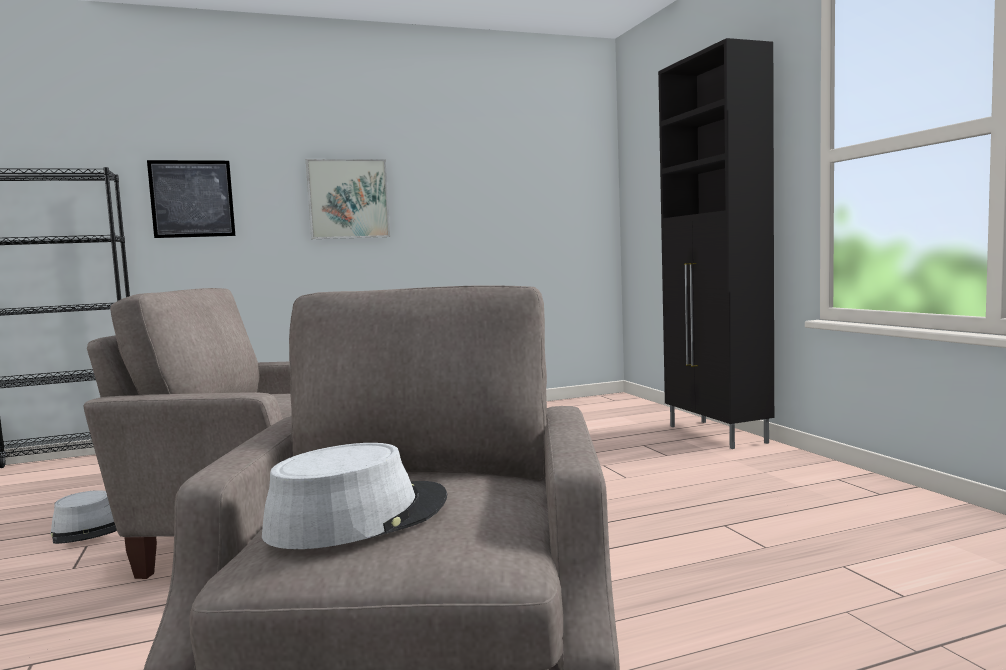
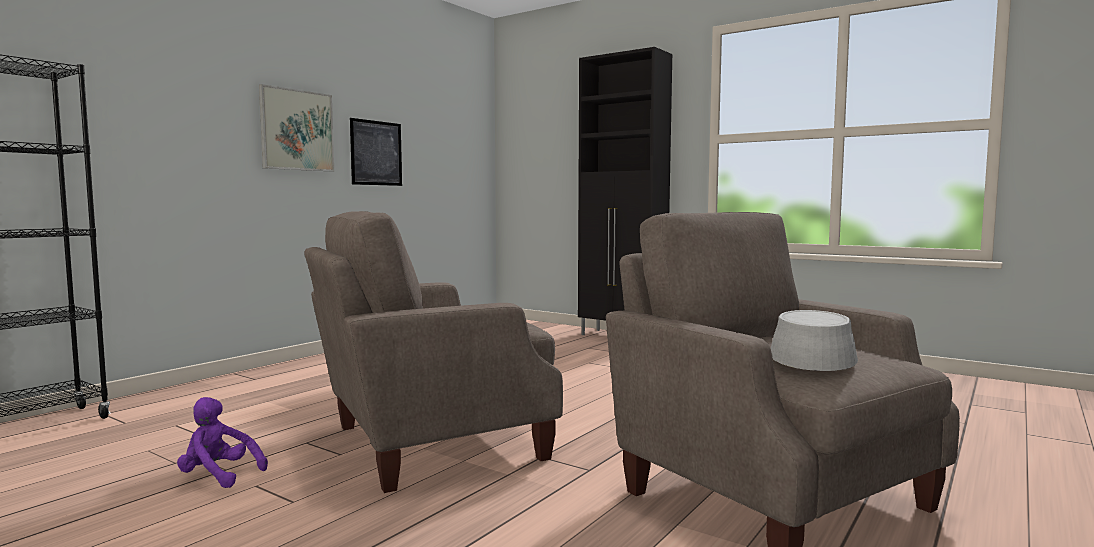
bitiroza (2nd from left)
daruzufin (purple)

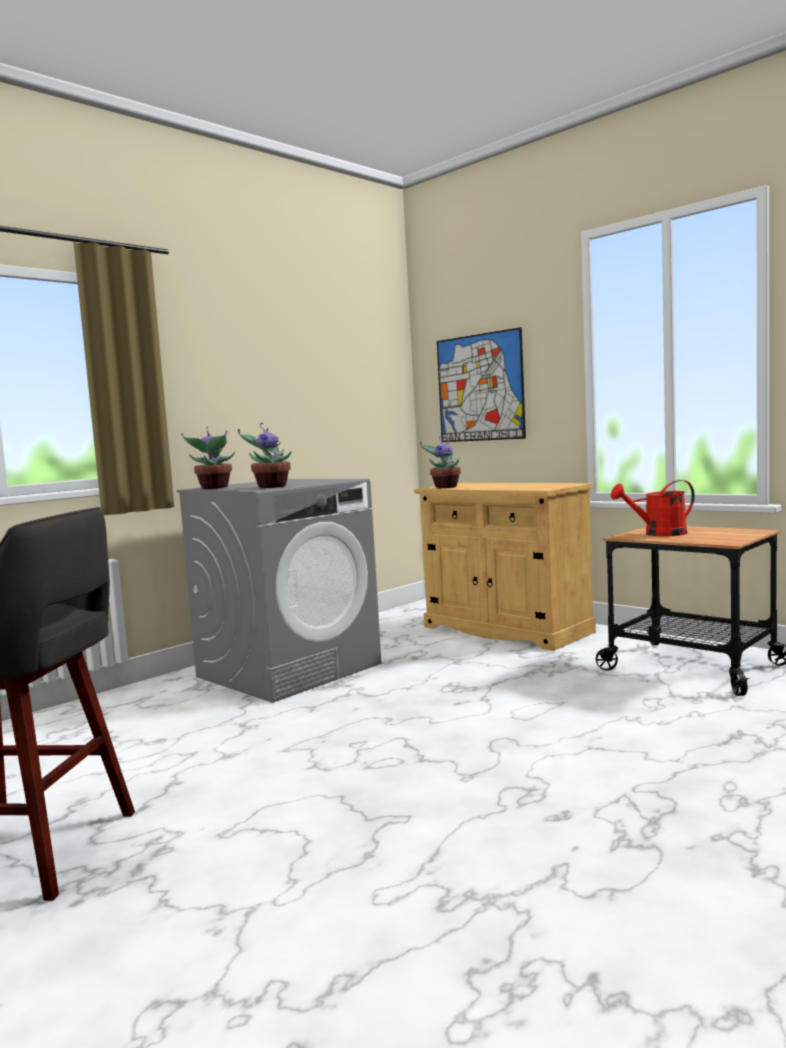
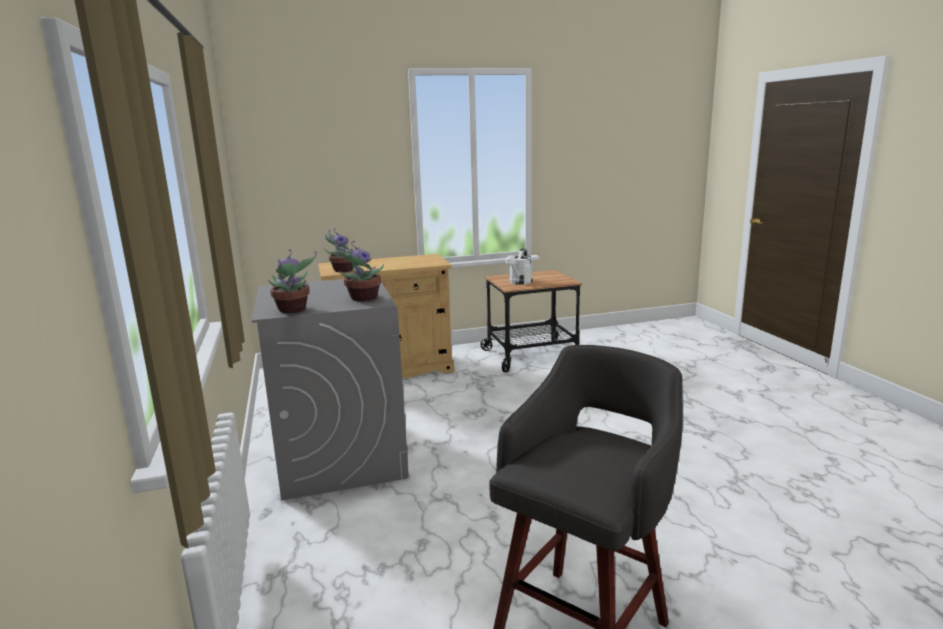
bitiroza
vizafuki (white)

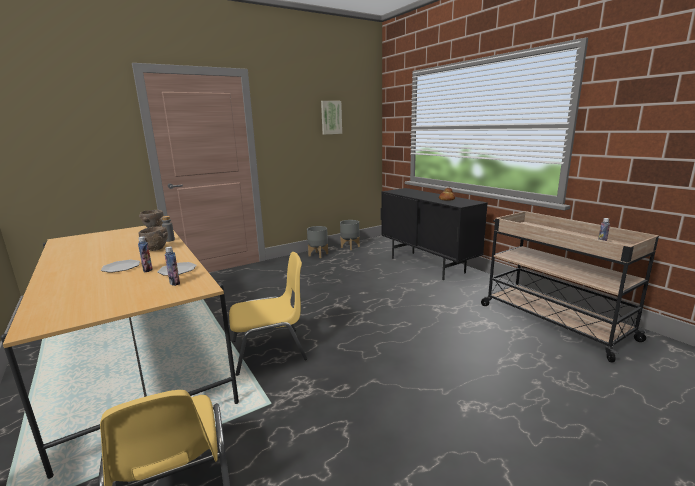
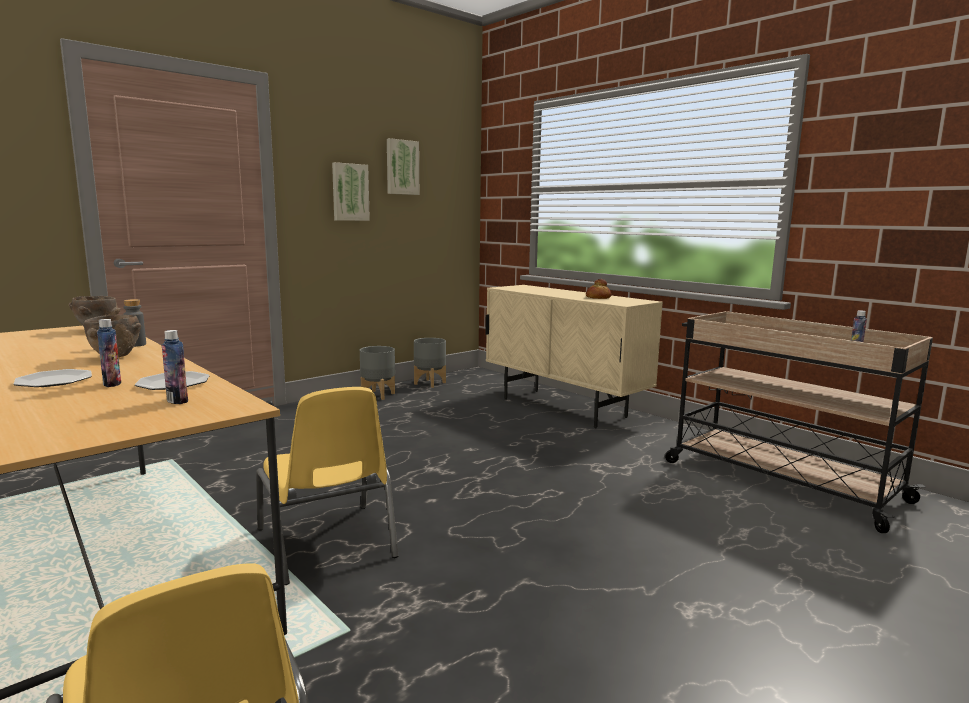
bitiroza (1st from left)
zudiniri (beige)
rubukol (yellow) (2nd from left)

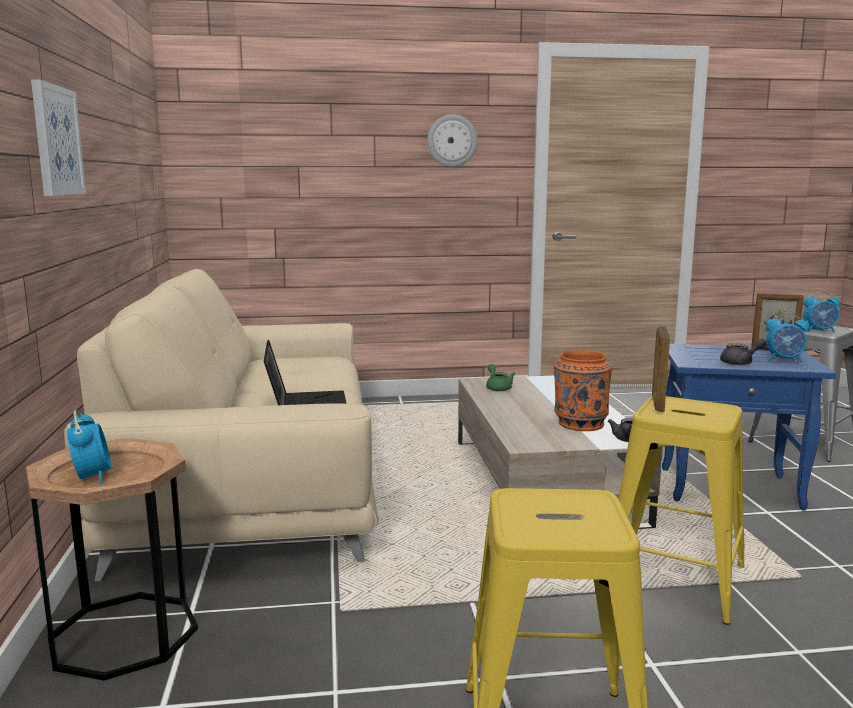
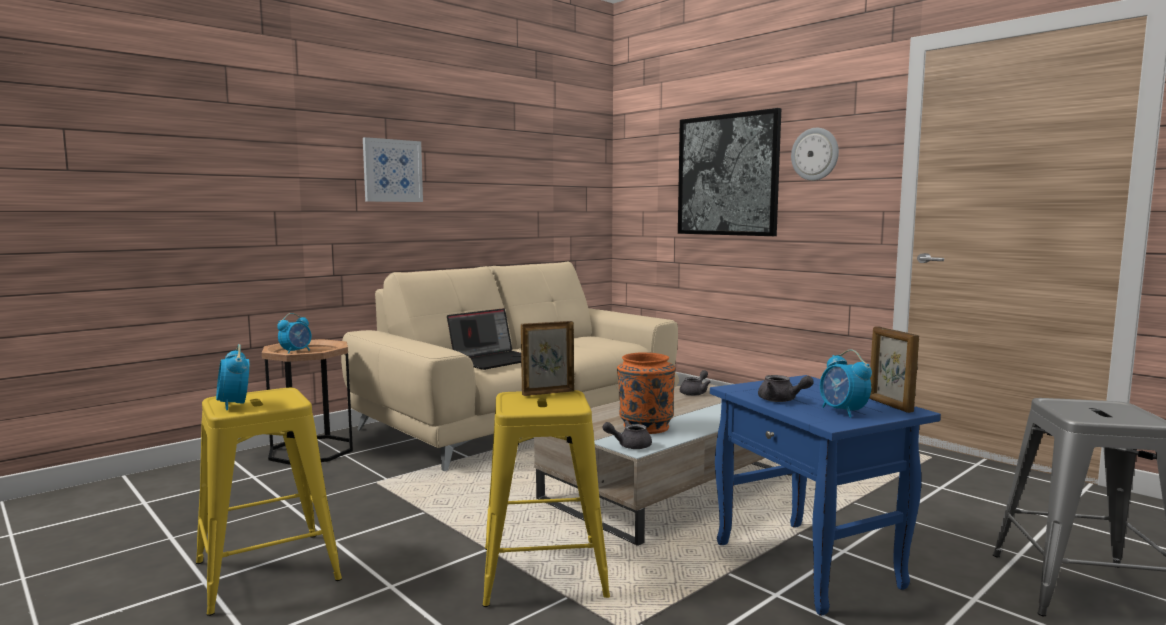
bitiroza (2nd from left)
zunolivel (1st from left)
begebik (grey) (2nd from left)

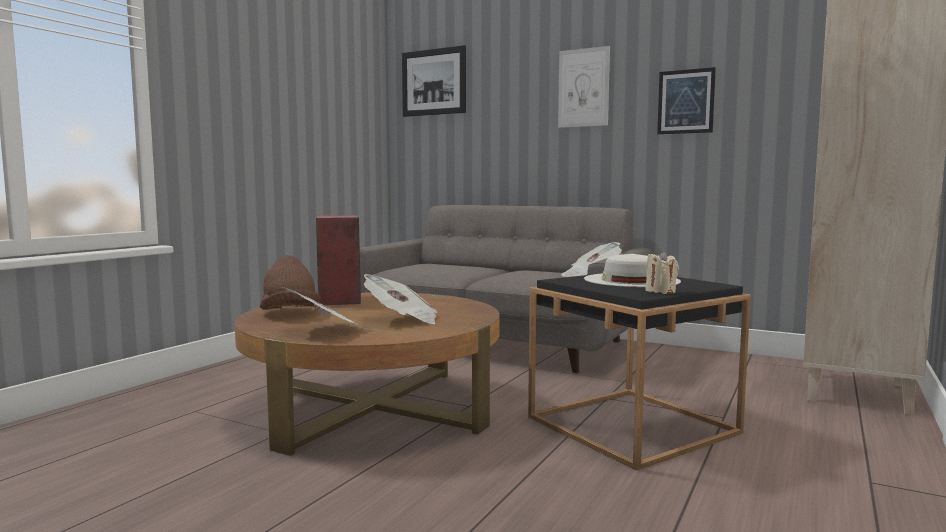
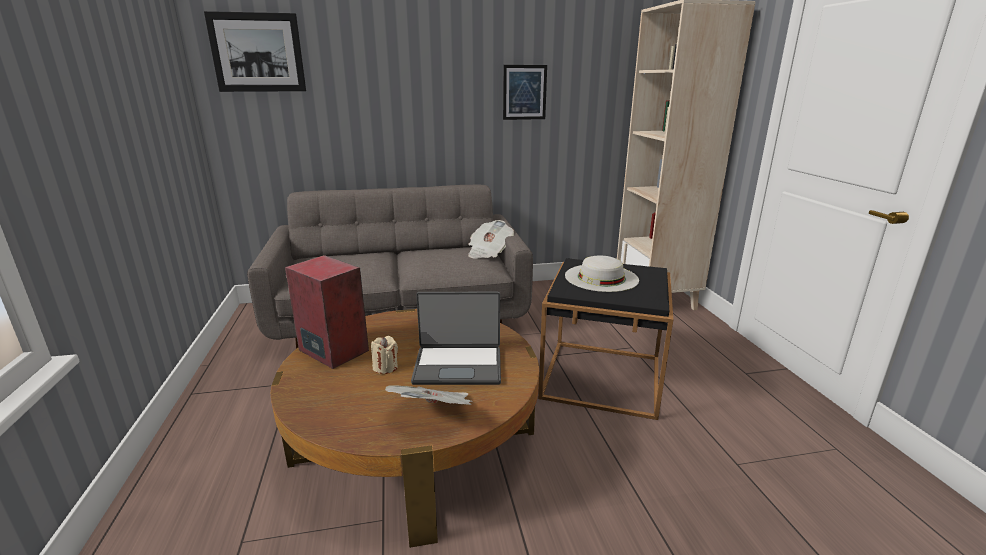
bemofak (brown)
bitiroza (2nd from left in the first image)
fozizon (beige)
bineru

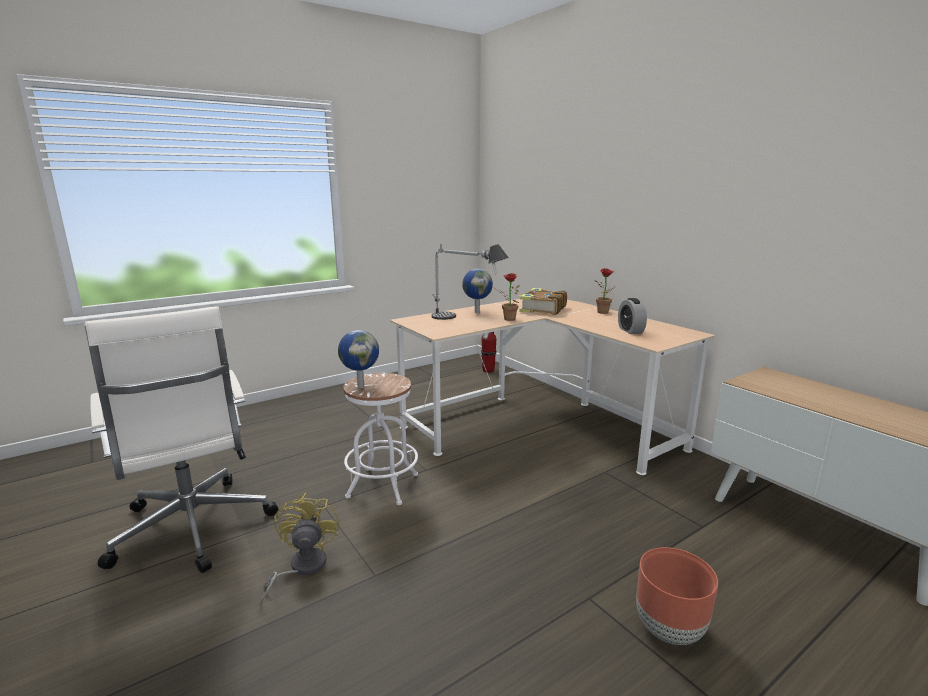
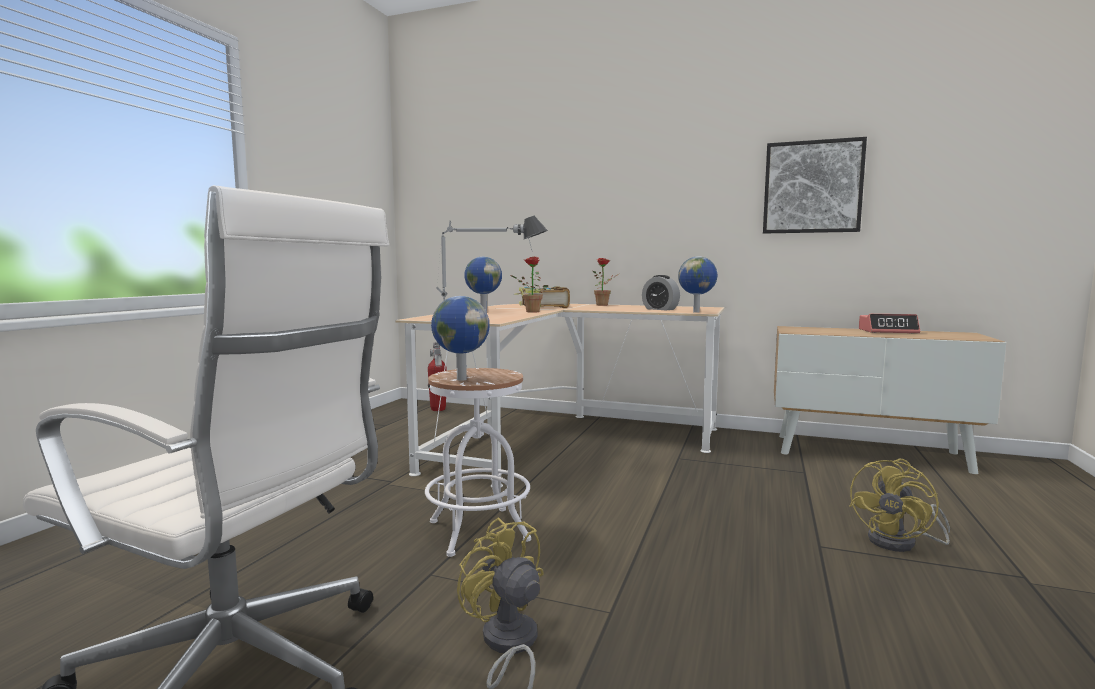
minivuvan (3rd from left)
bitiroza
zunolivel (2nd from left)
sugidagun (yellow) (2nd from left)

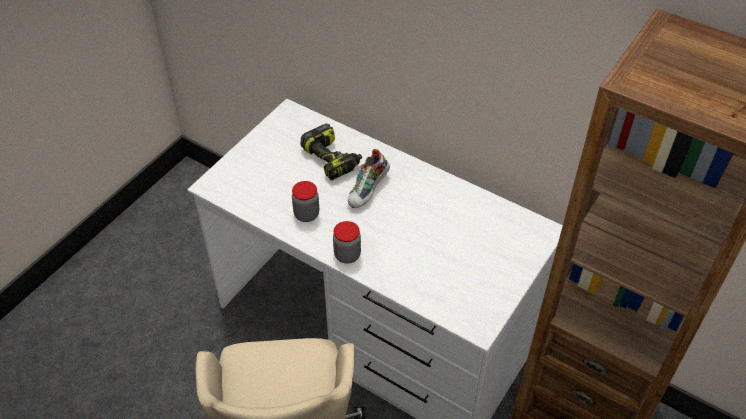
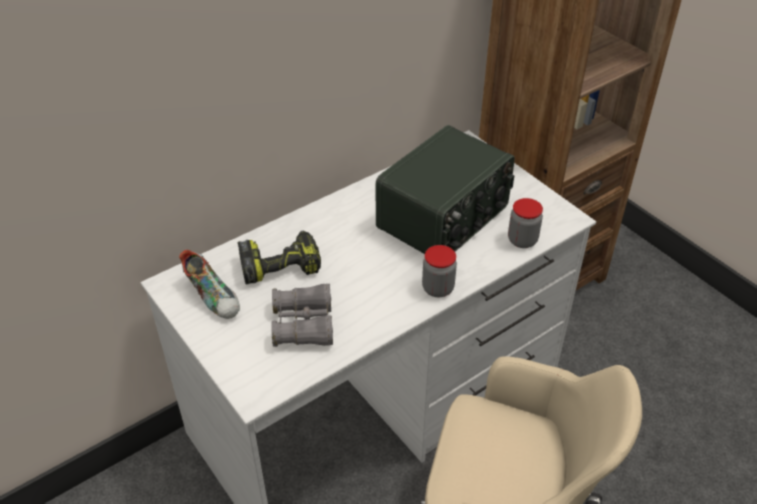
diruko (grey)
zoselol
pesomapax (2nd from left)
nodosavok

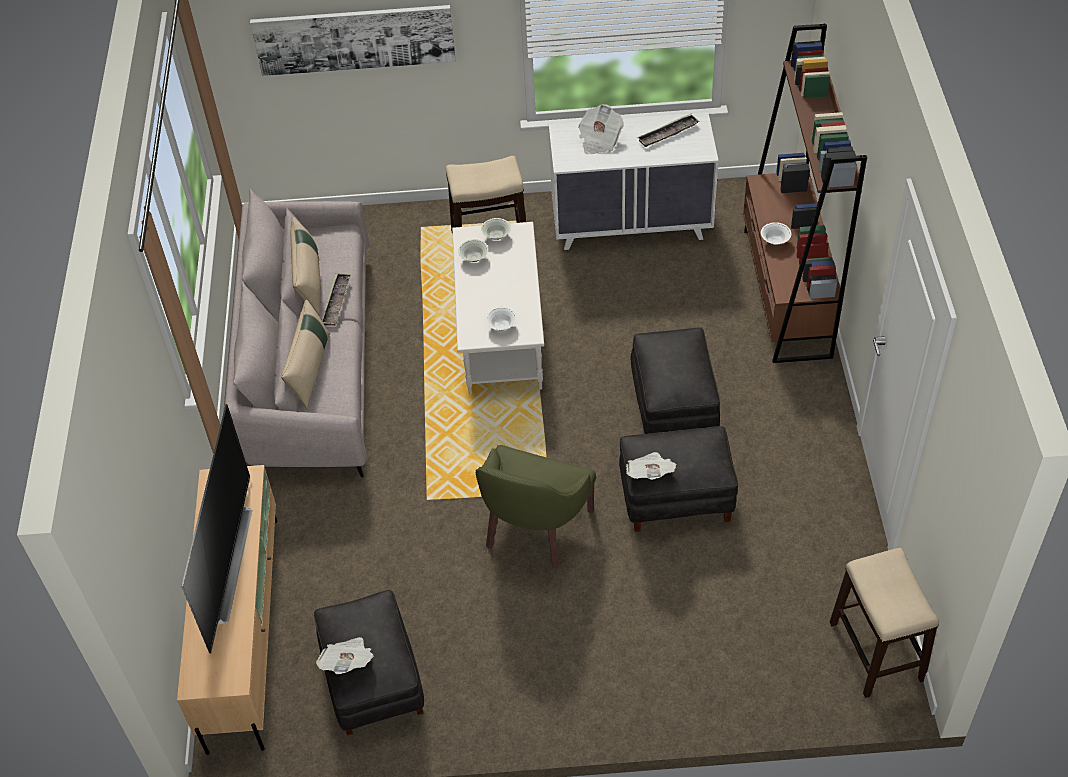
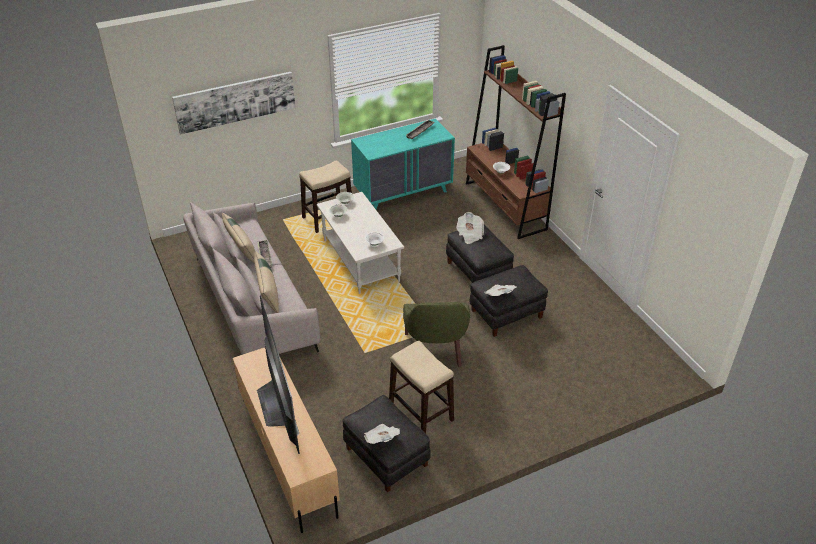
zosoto (2nd from left)
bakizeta (2nd from left)
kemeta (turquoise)

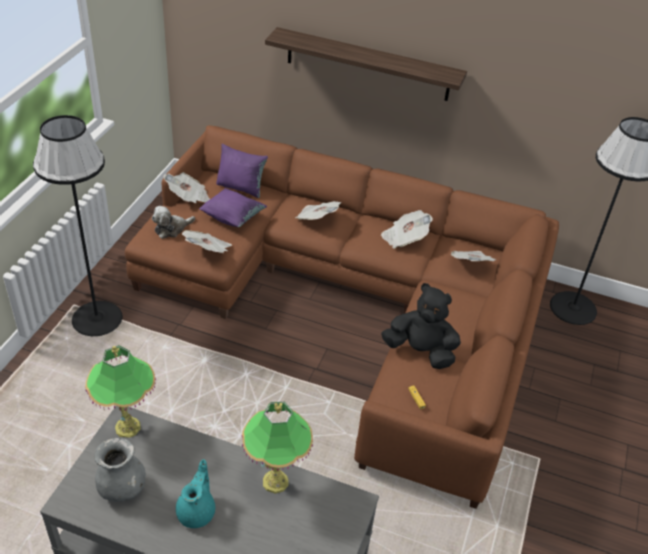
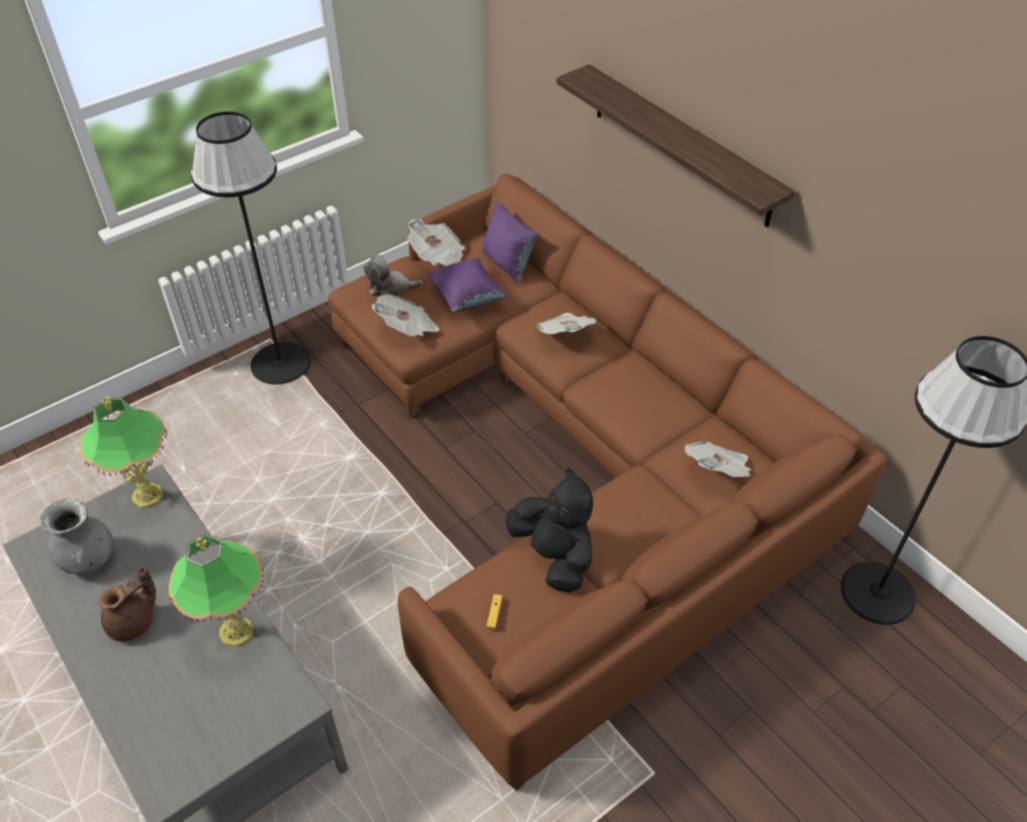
zosoto (4th from left in the first image)
begebik (brown)

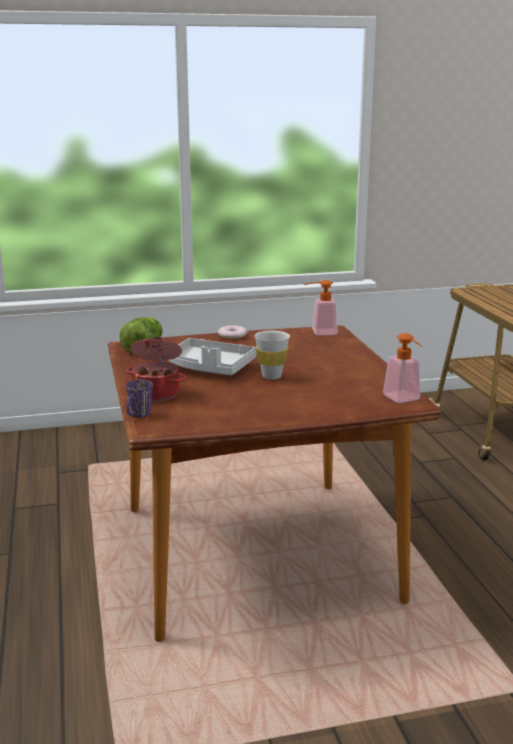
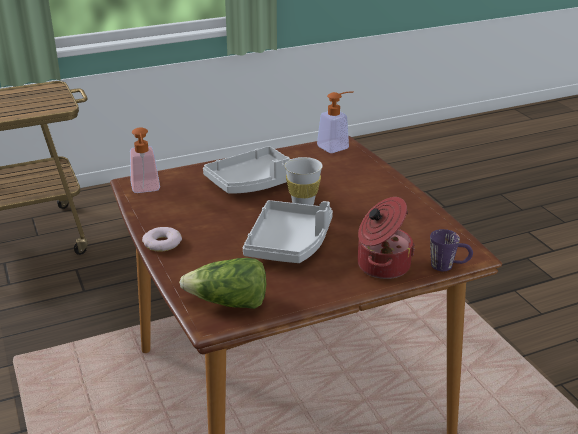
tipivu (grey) (1st from left)

